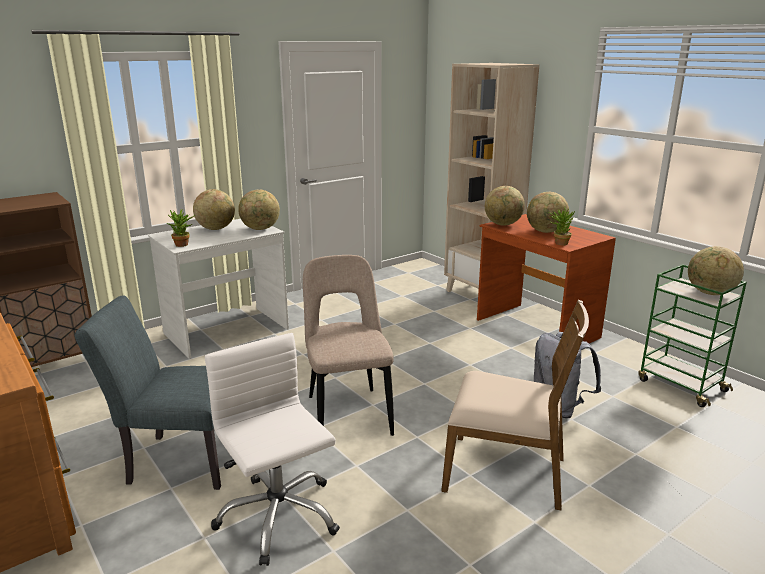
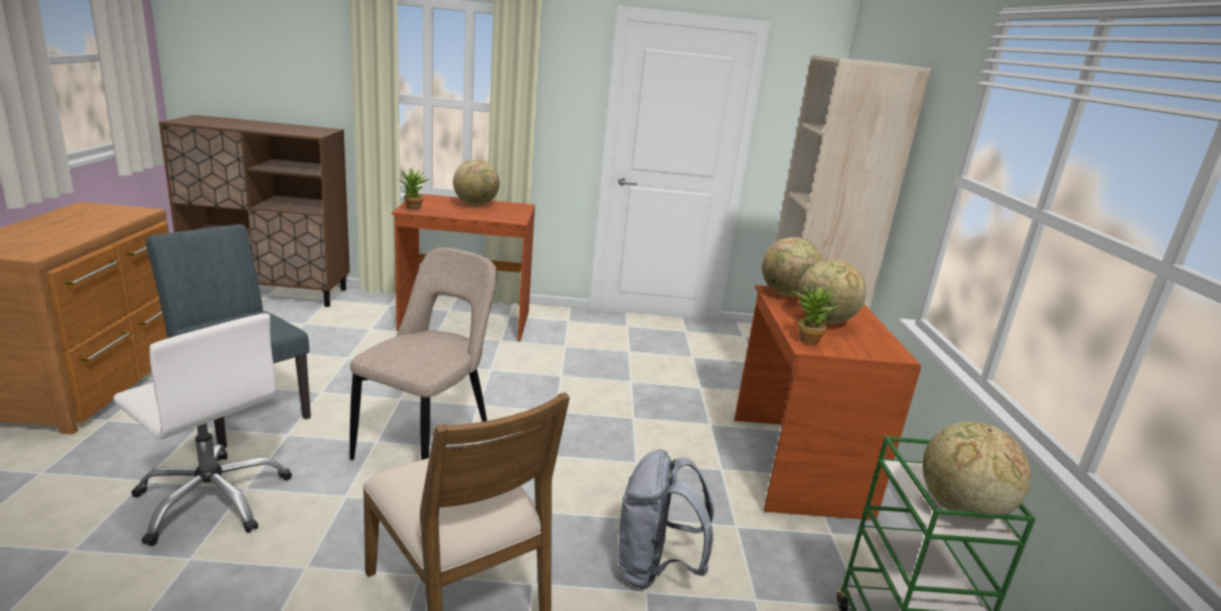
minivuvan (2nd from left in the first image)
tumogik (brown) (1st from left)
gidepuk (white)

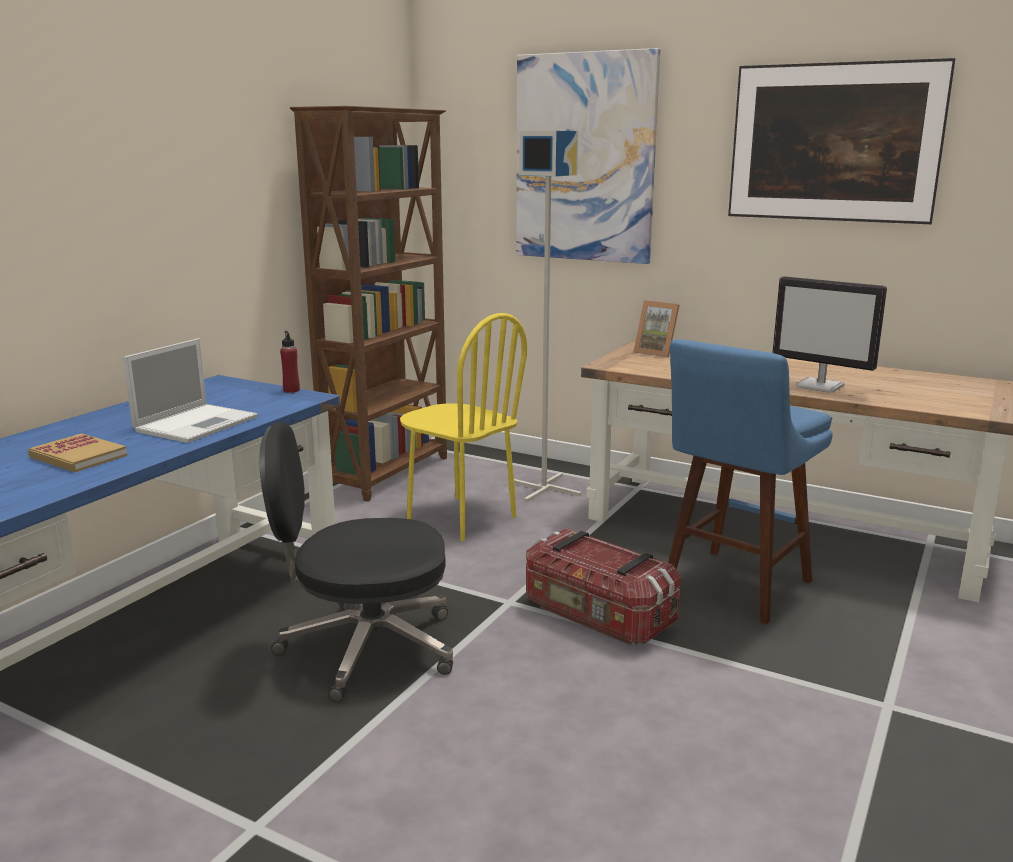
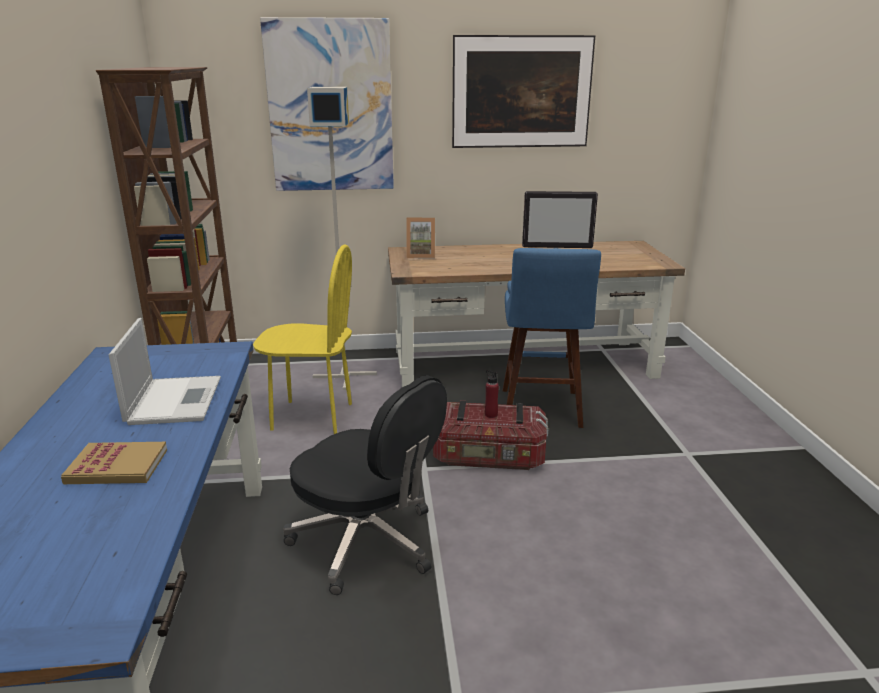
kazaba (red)
gidepuk (black)

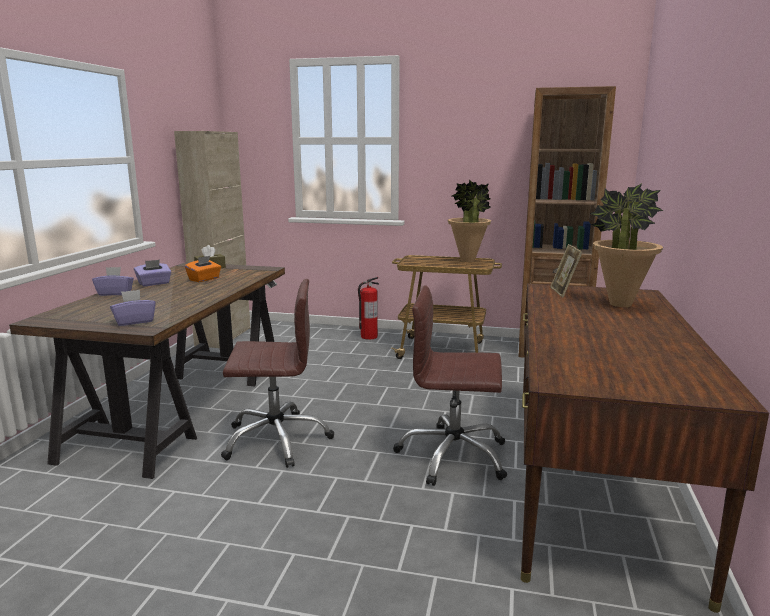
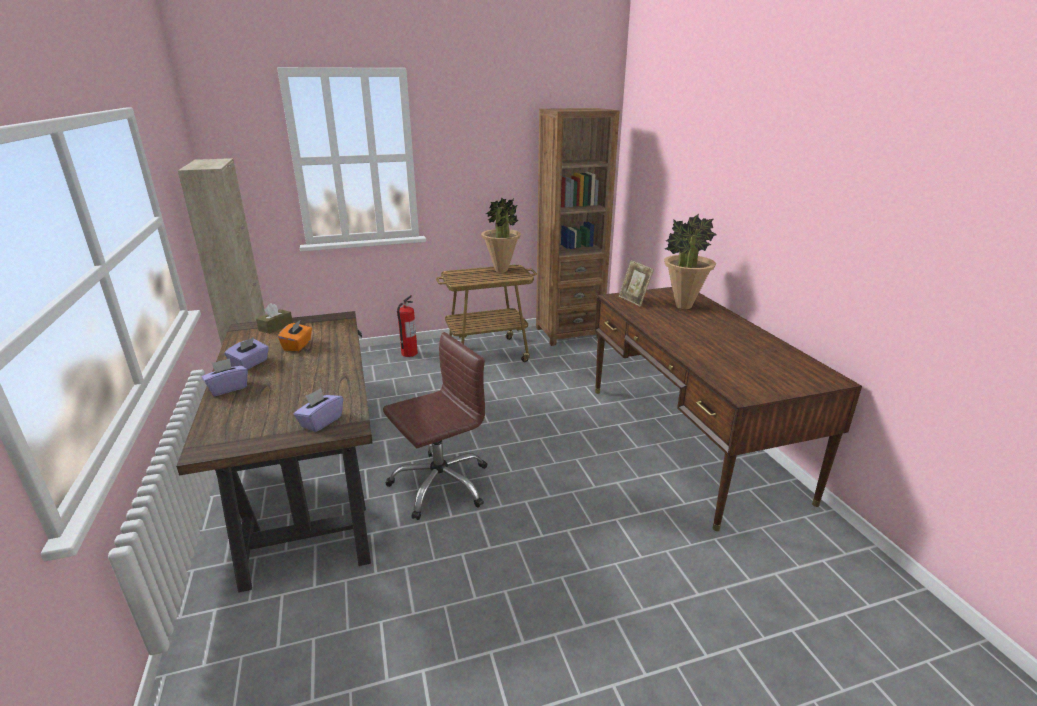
gidepuk (brown) (2nd from left in the first image)

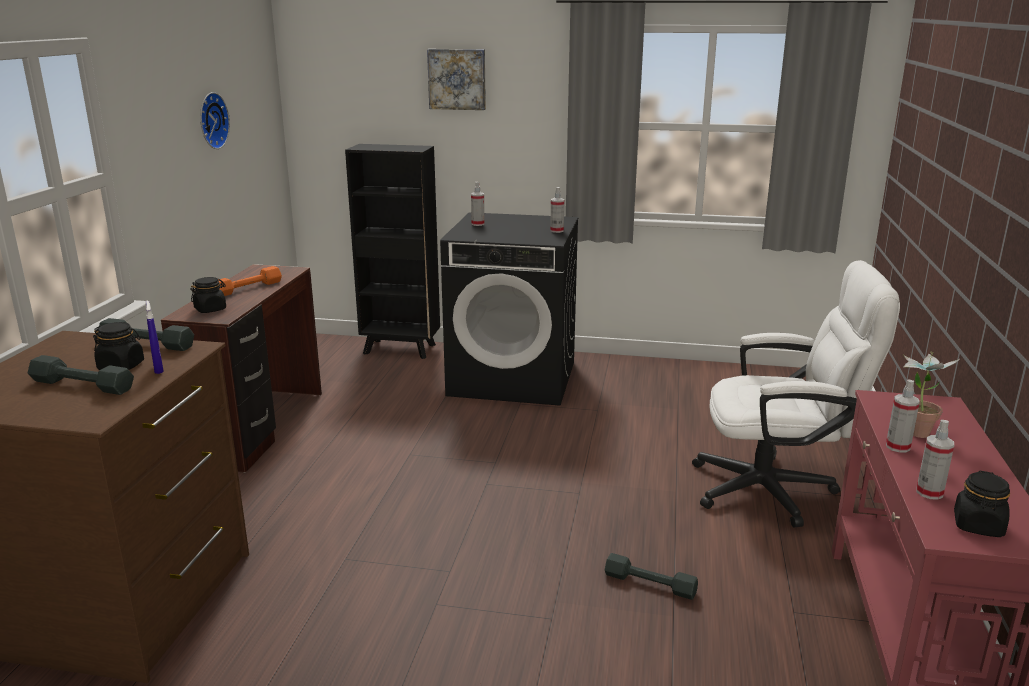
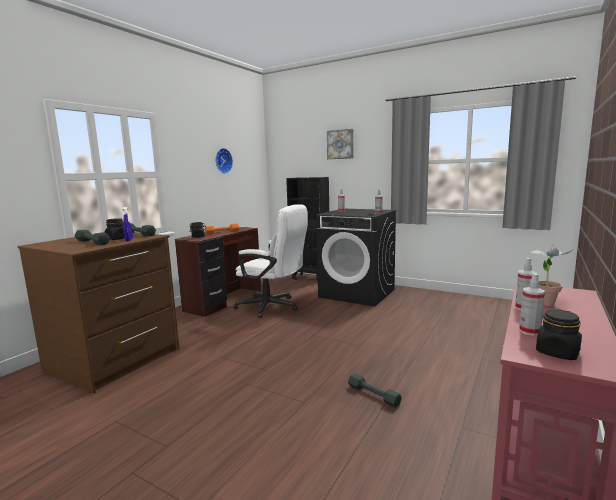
gidepuk (white)

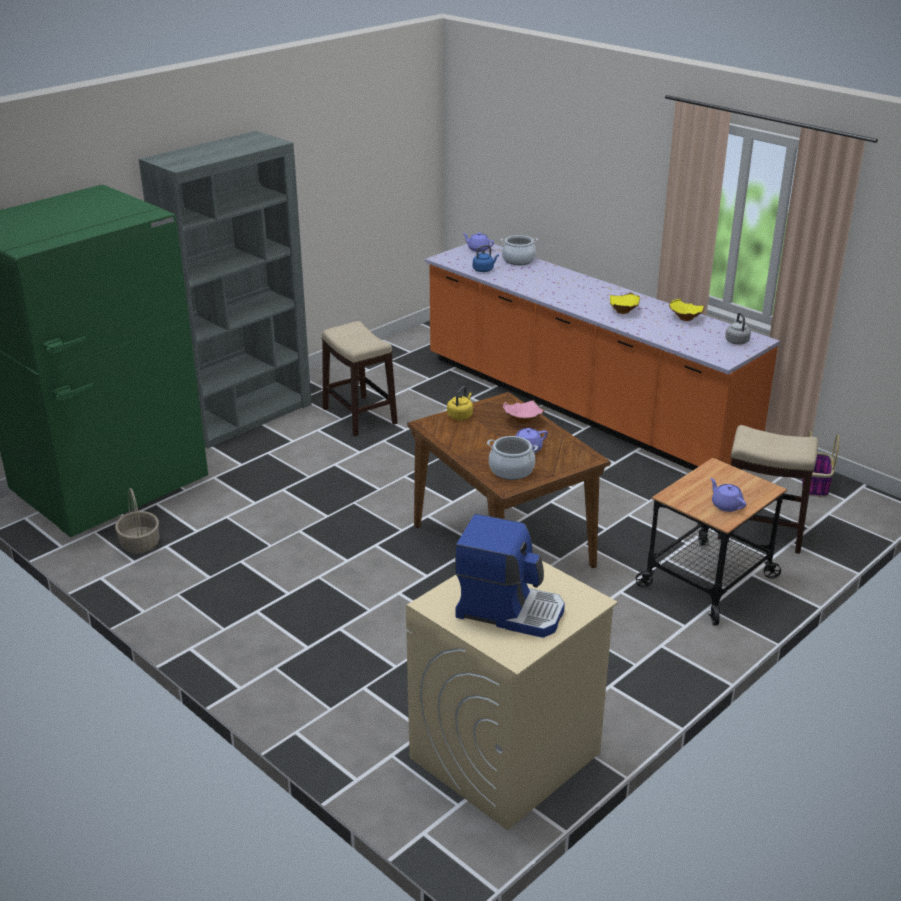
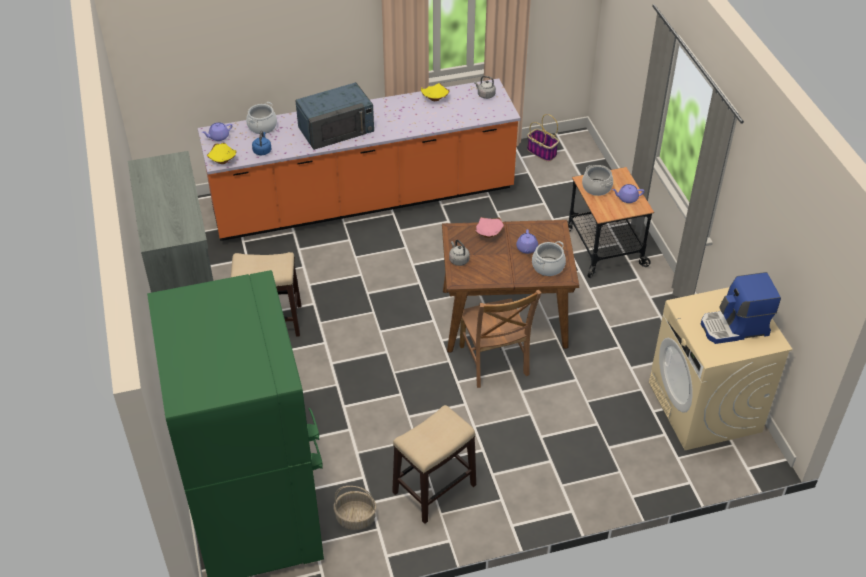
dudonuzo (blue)
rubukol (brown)
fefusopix (3rd from left)
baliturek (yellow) (1st from left)
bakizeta (2nd from left)
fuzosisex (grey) (1st from left)
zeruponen

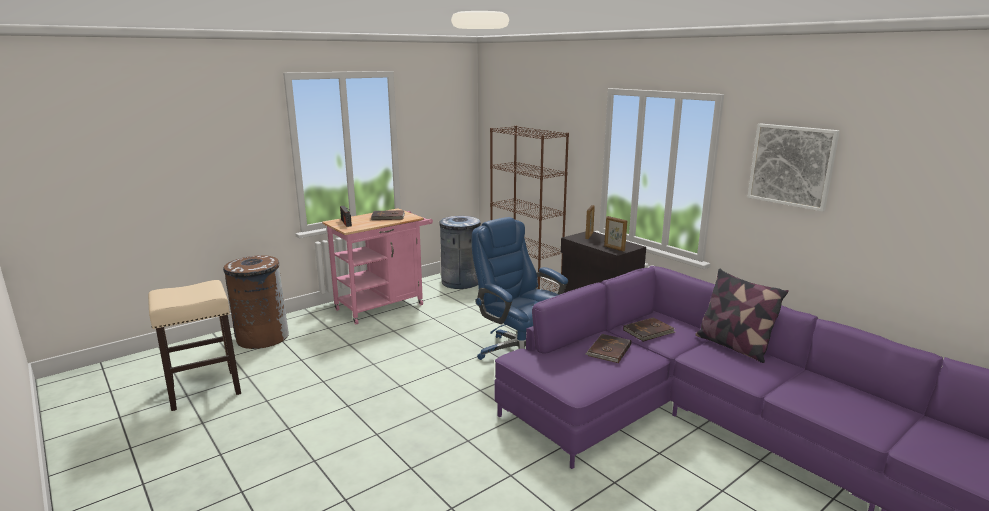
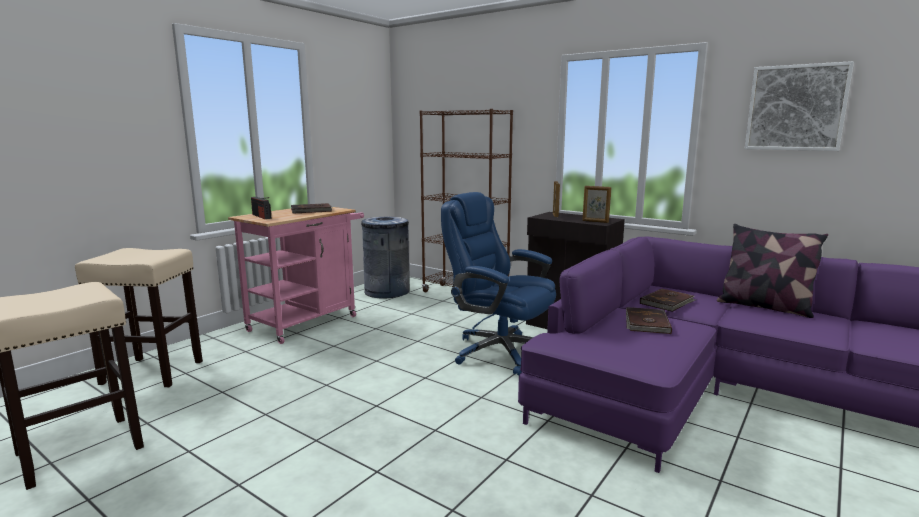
bakizeta (beige) (2nd from left)

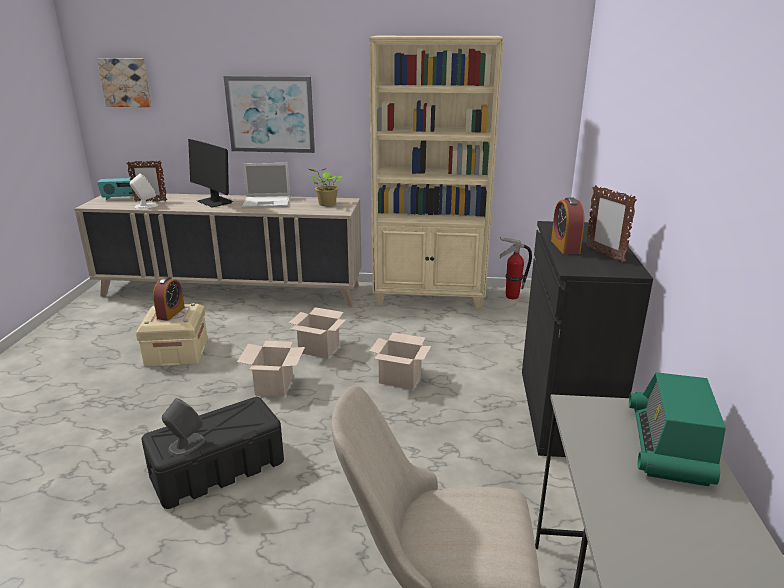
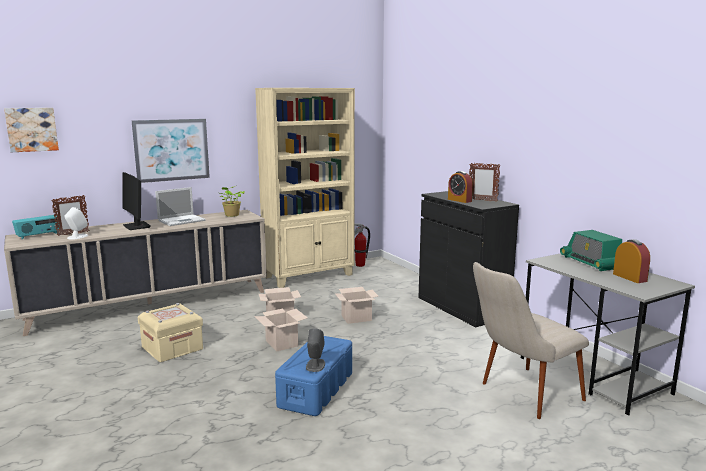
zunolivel (2nd from left)
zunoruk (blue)
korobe

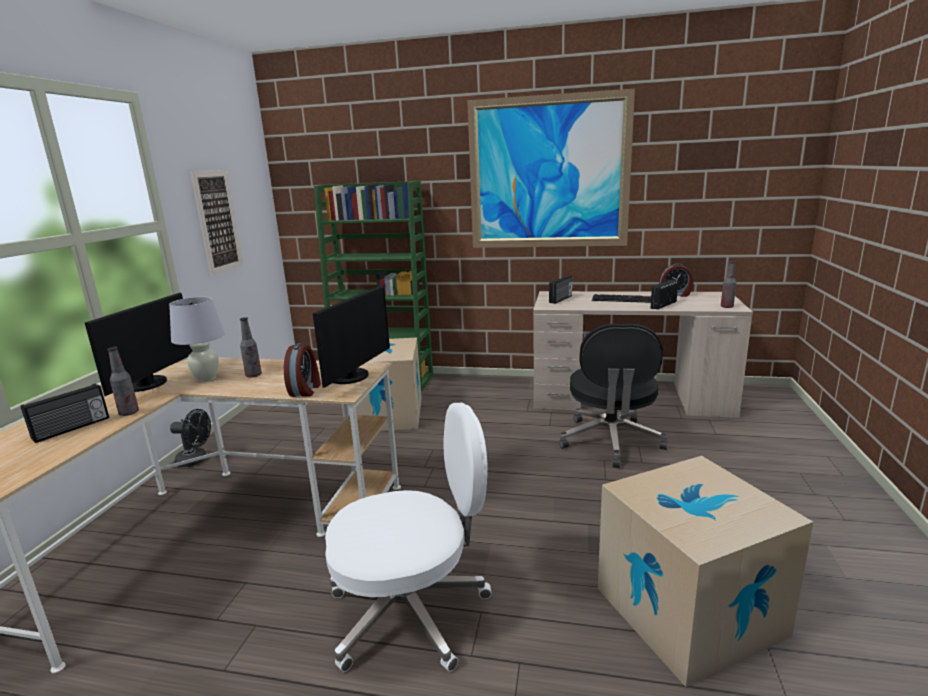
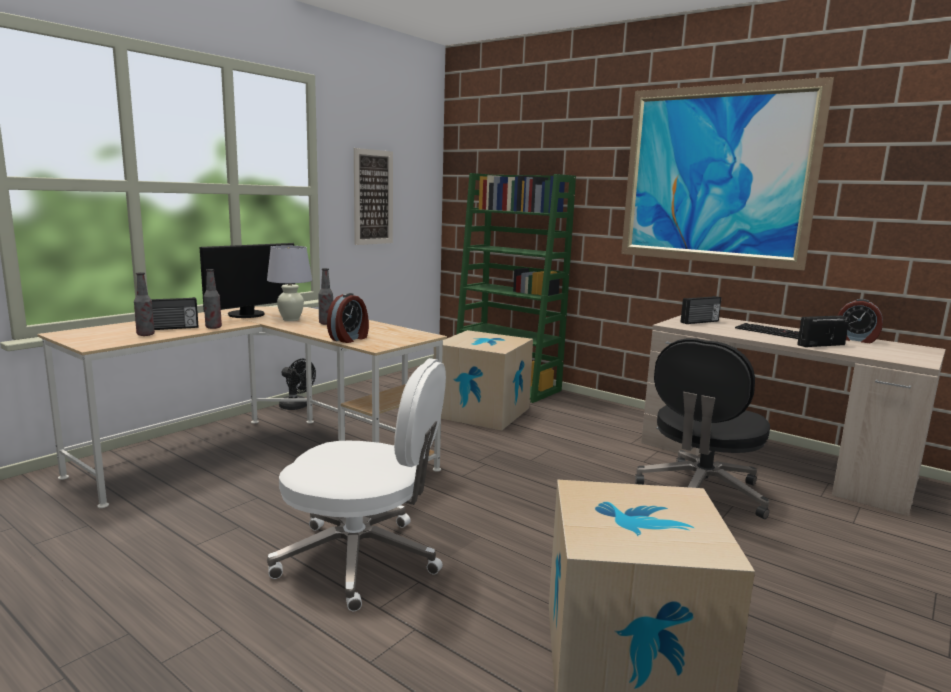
korobe (2nd from left in the first image)
kazaba (1st from left)

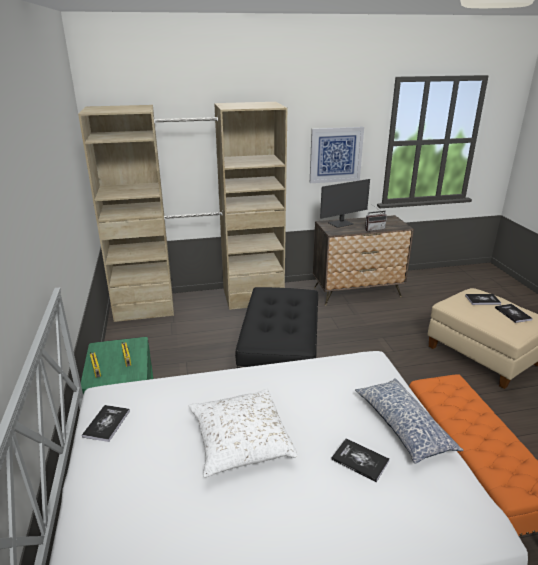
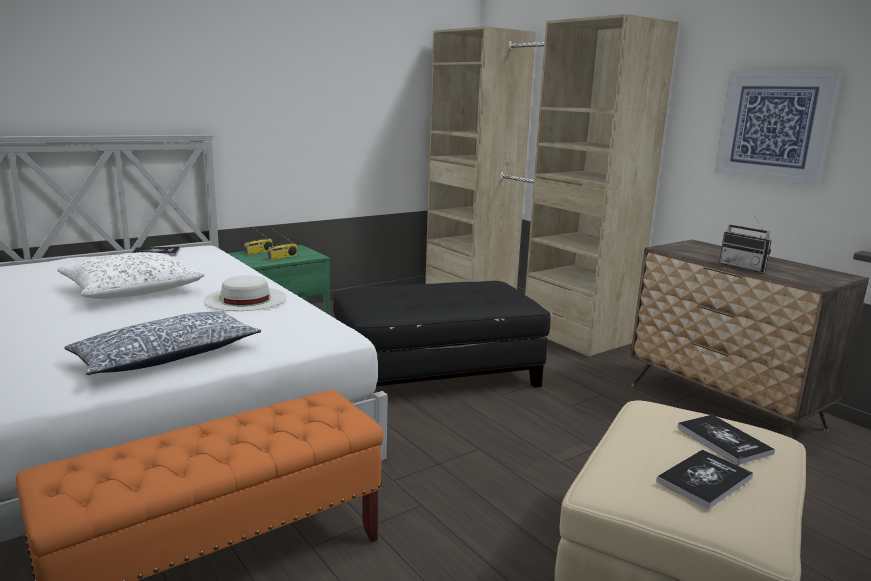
korobe
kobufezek (2nd from left in the first image)
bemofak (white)

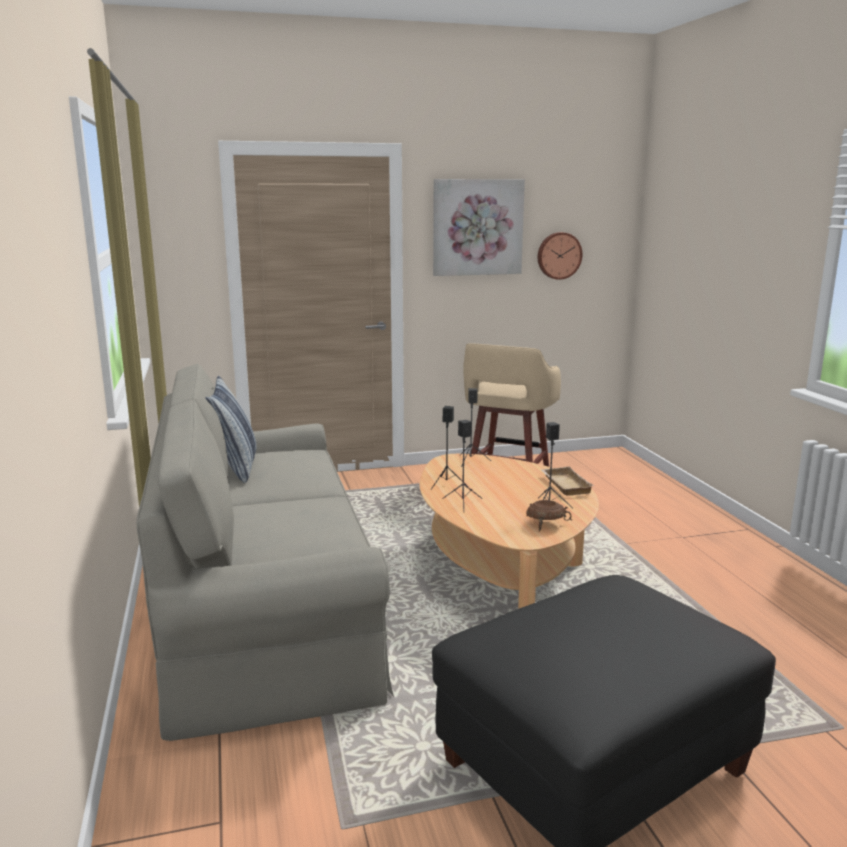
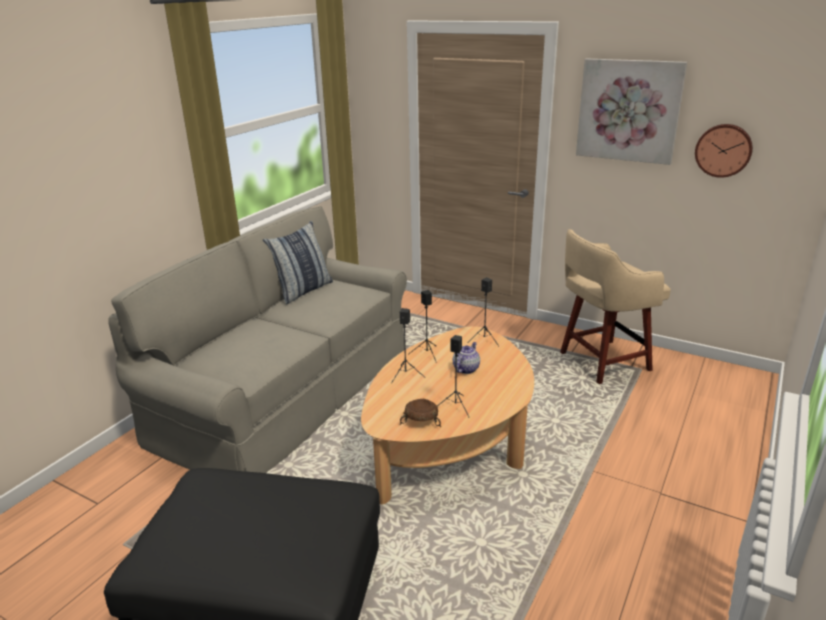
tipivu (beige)
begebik

